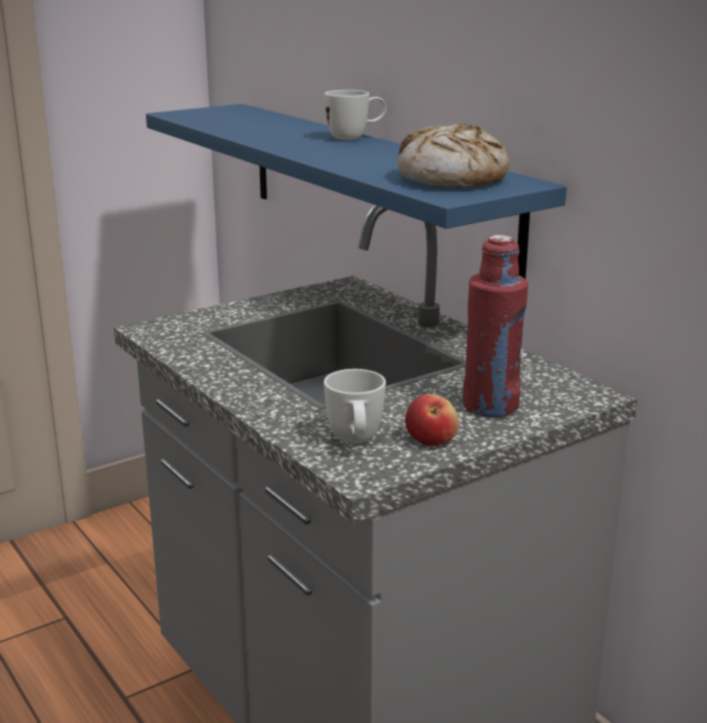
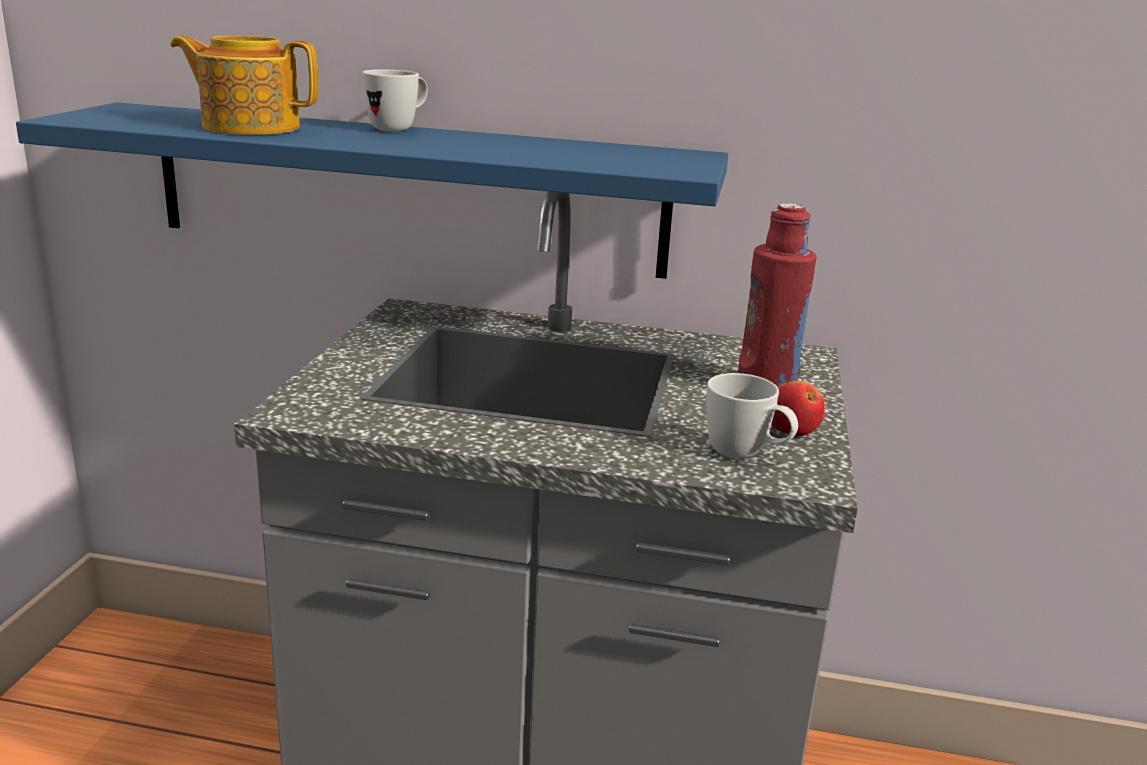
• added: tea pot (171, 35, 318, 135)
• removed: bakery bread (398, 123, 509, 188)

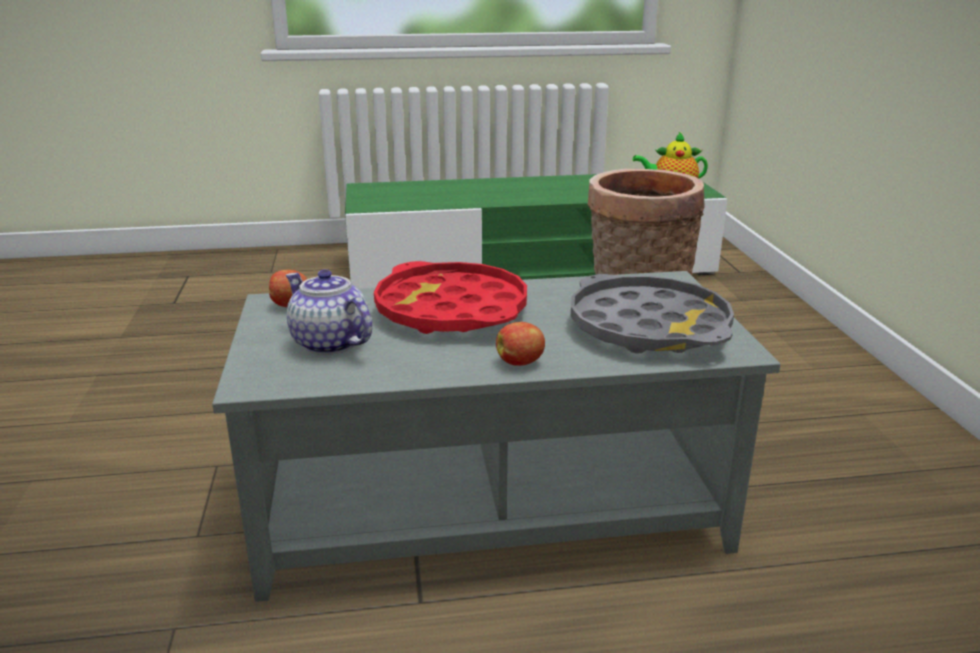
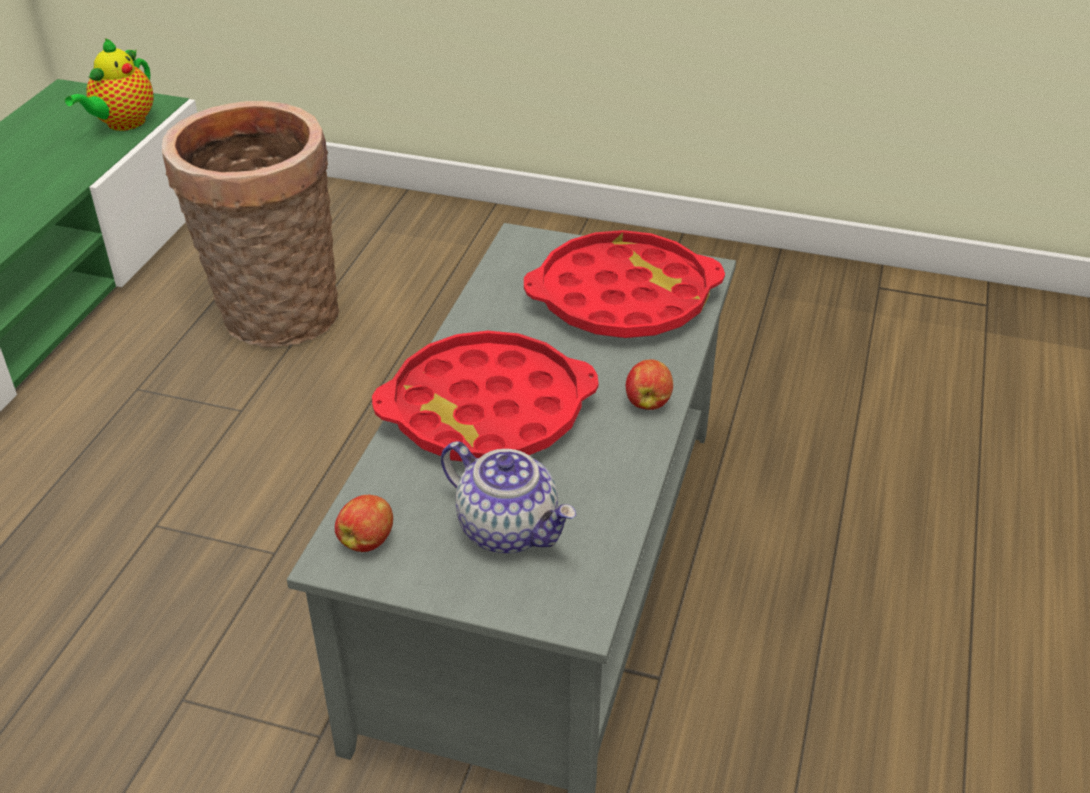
• turned: tea pot (286, 269, 372, 355) = (441, 441, 576, 553) 120 degrees counterclockwise
• recoloured: greyish carrying tray (571, 274, 734, 353) to red-coloured carrying tray (524, 230, 725, 338)

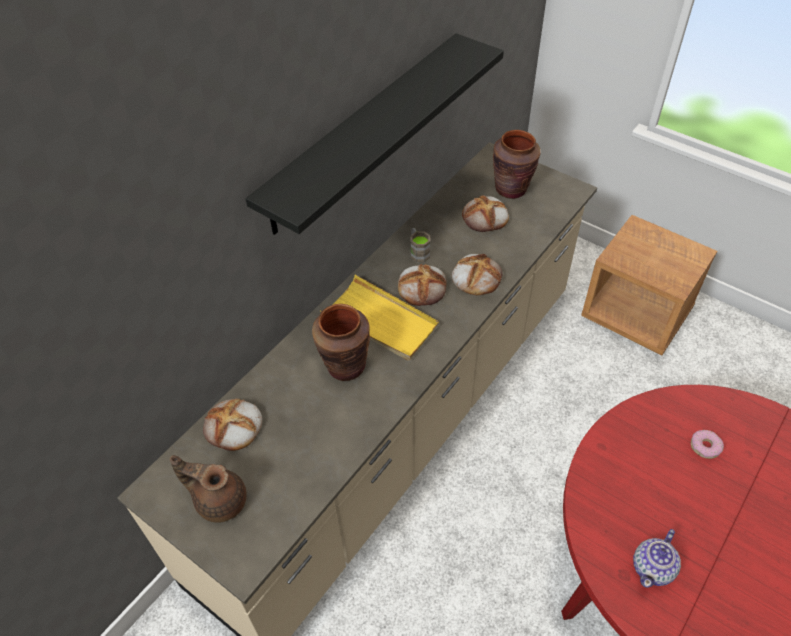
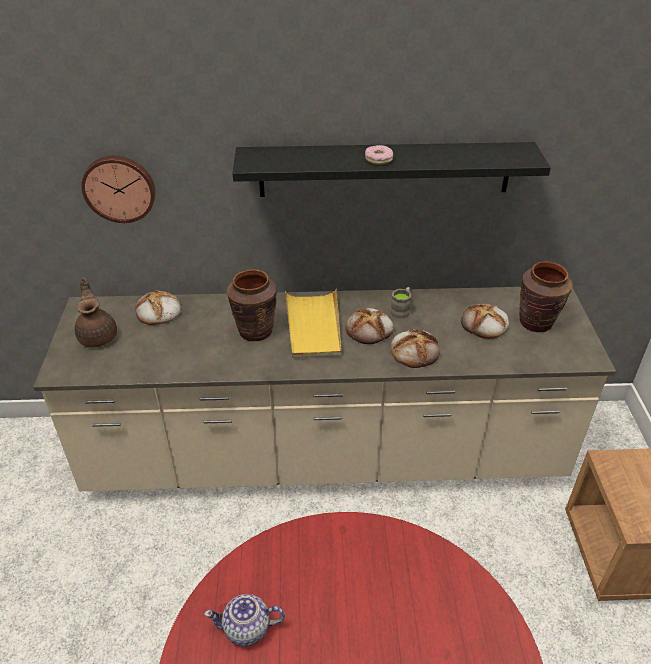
• added: wall clock (81, 156, 156, 223)
• moved: donut (691, 430, 724, 459) to (365, 145, 393, 165)

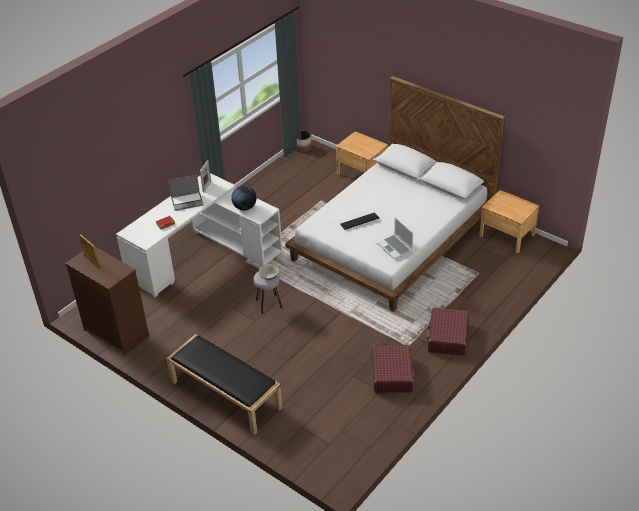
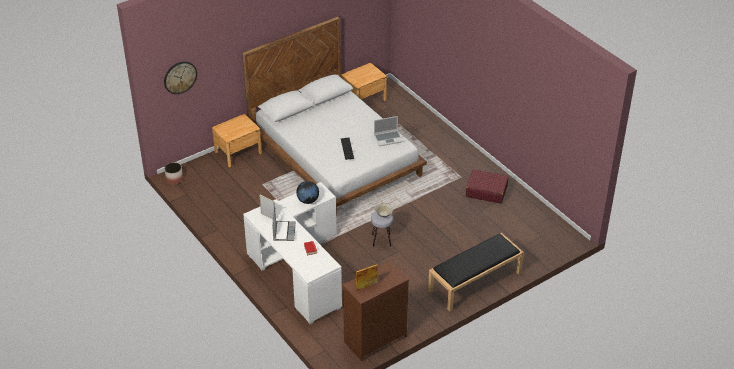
• added: wall clock (164, 61, 197, 94)
• removed: red-coloured travel case (427, 307, 469, 356)

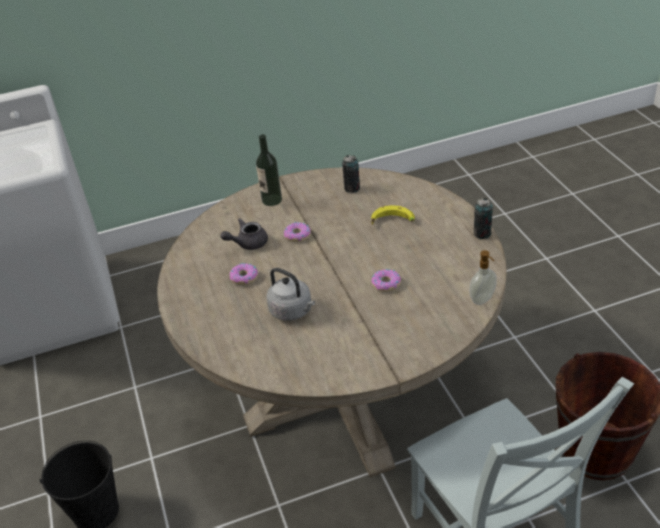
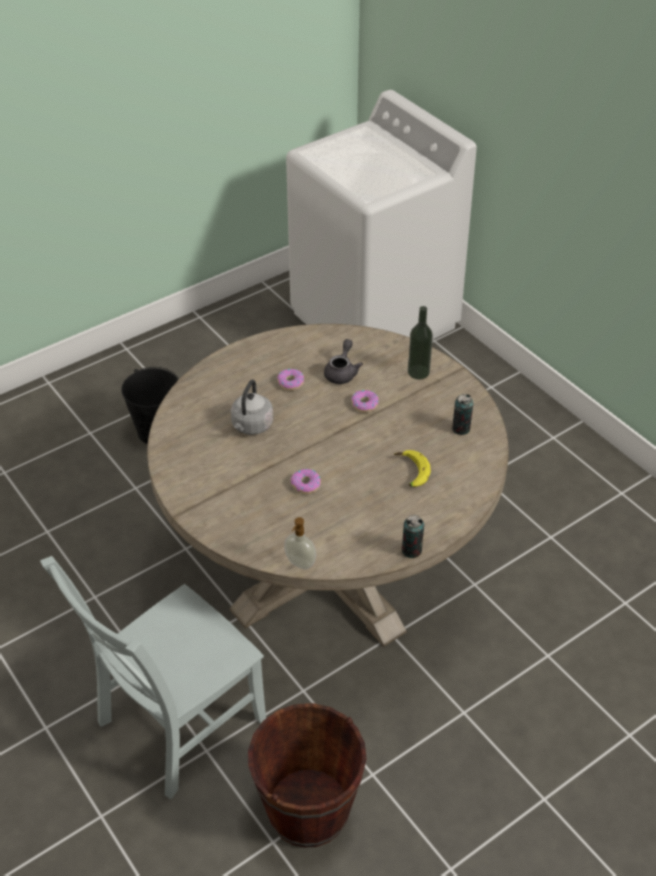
• turned: greyish tea pot (221, 218, 268, 250) = (324, 339, 363, 384) 60 degrees clockwise

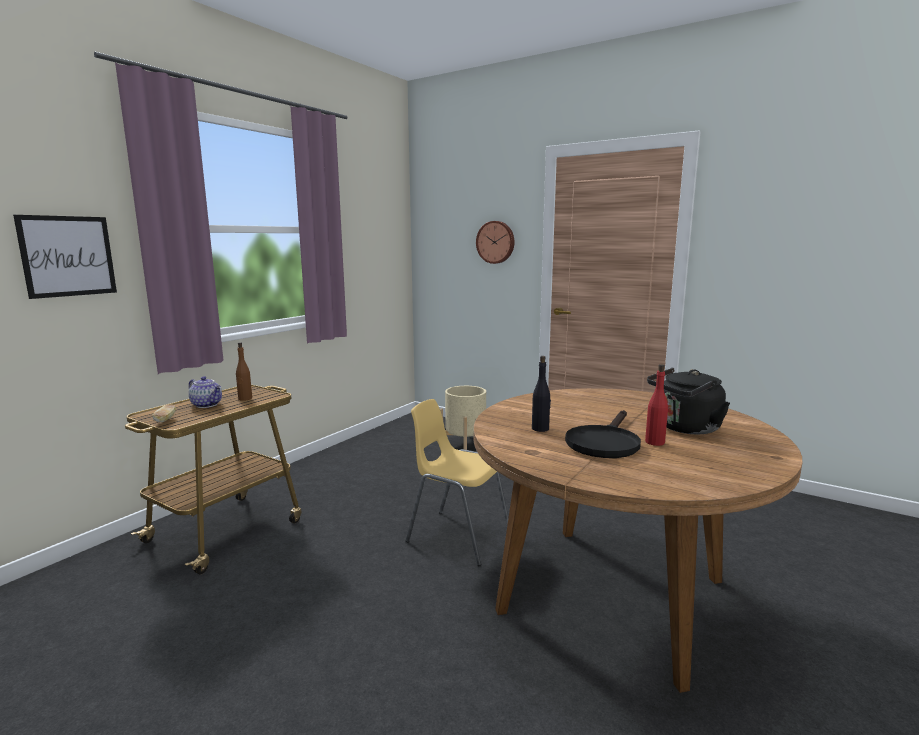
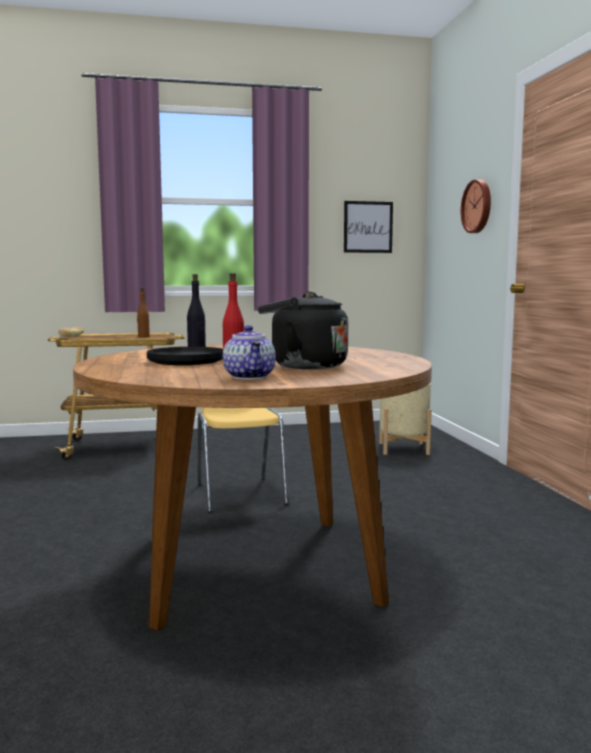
• moved: tea pot (189, 376, 222, 408) to (223, 325, 276, 380)
• moved: wall picture (13, 215, 117, 299) to (344, 201, 393, 253)

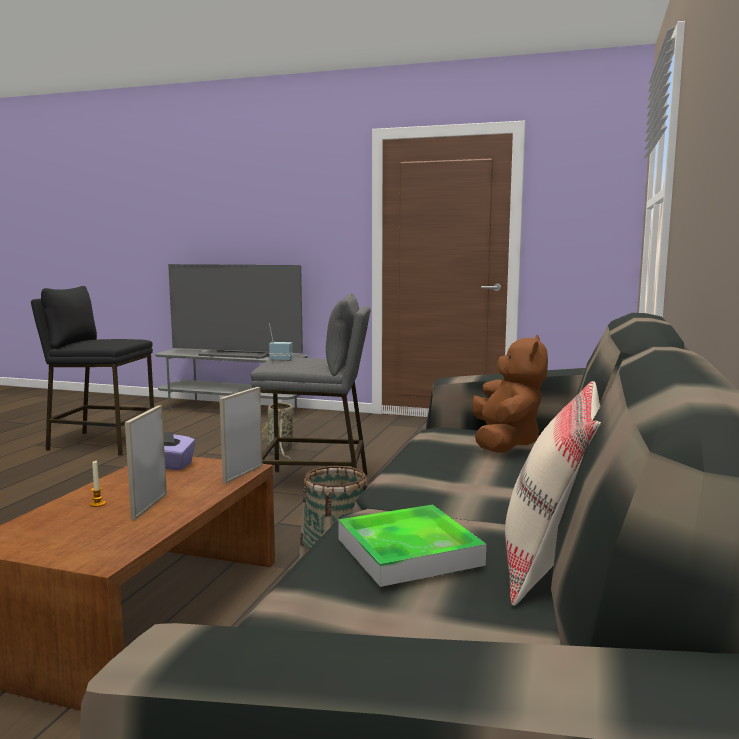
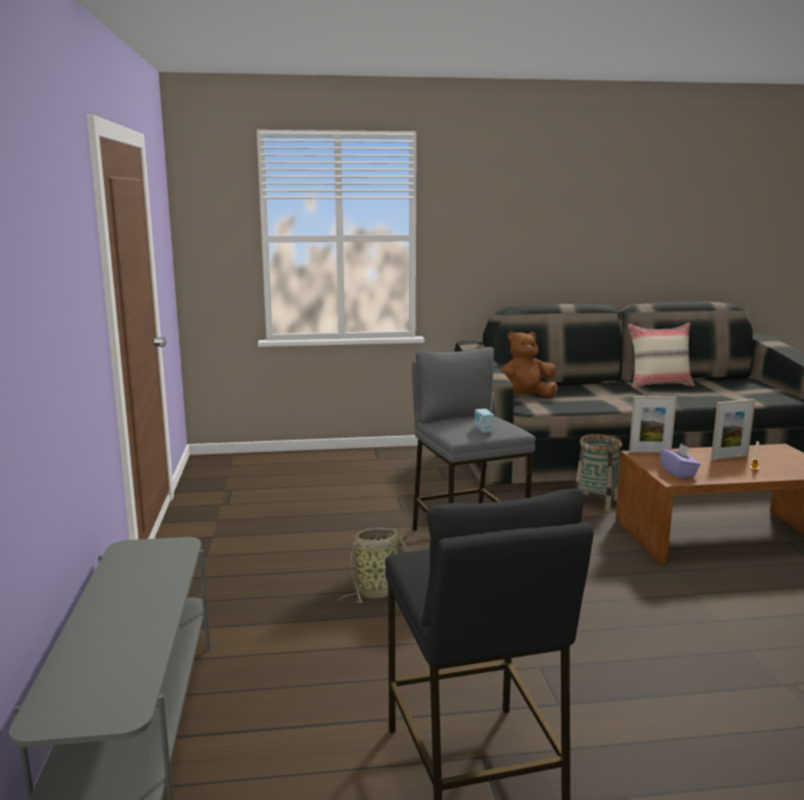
• removed: TV set (168, 264, 303, 359)
• removed: carrying tray (338, 504, 486, 587)

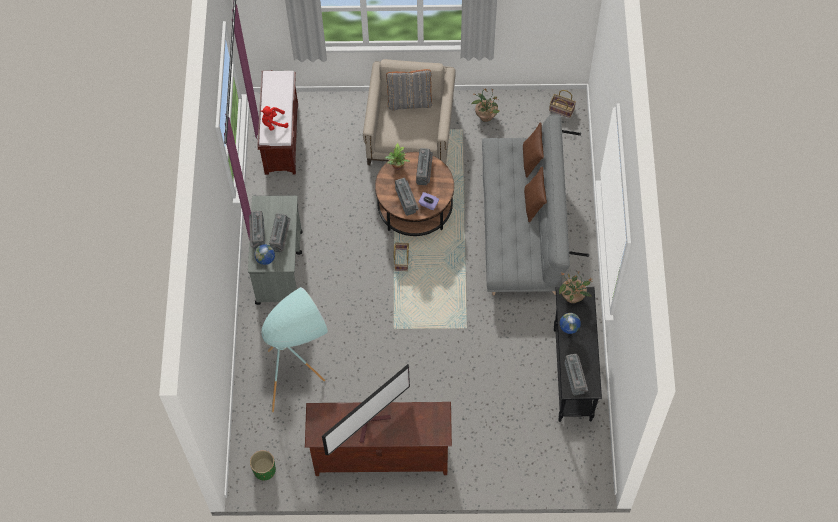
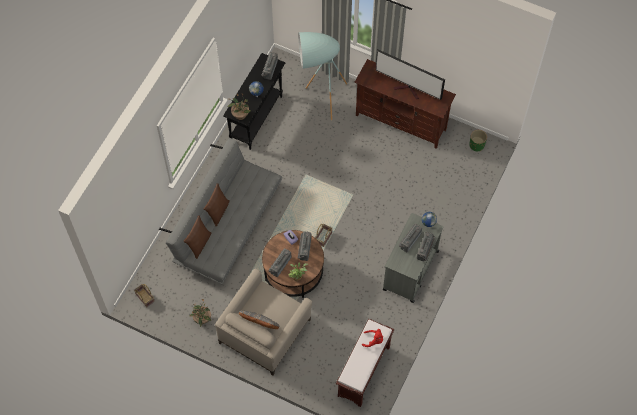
• moved: turquoise-coloured standard lamp (261, 287, 328, 412) to (298, 32, 347, 120)
• turned: TV set (322, 364, 410, 455) = (376, 49, 445, 100) 135 degrees counterclockwise

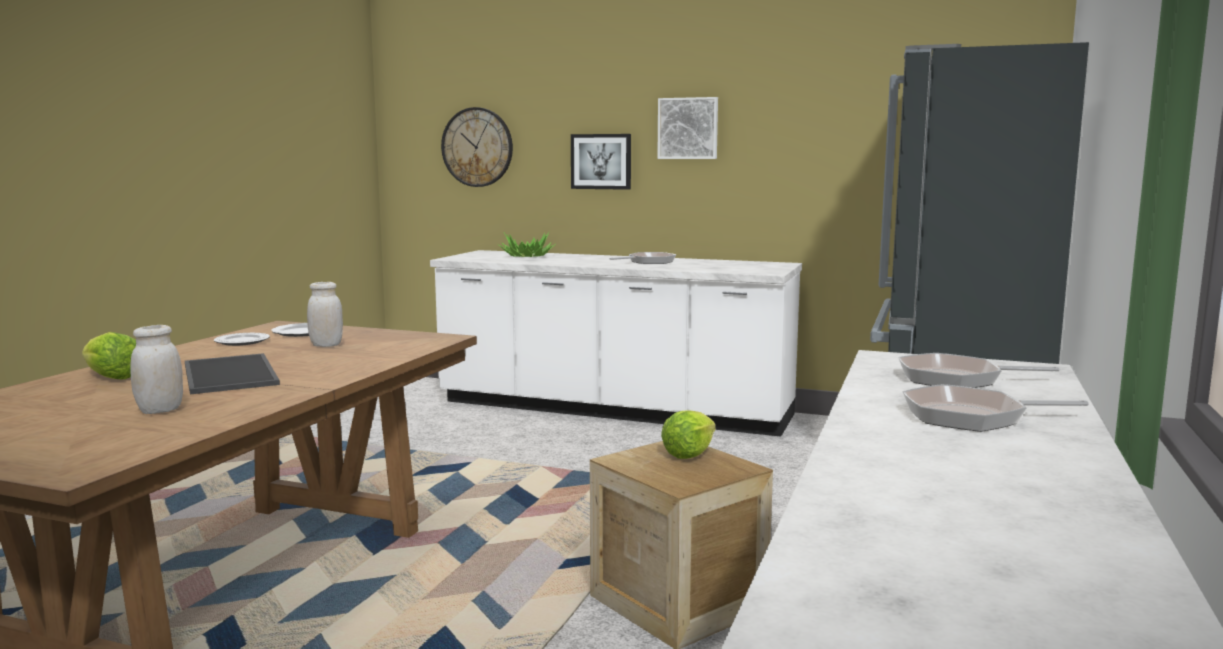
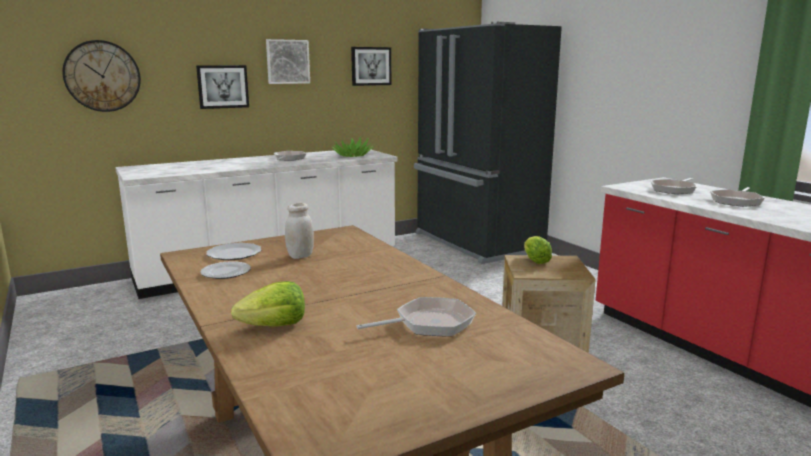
• moved: plant in a pot (498, 231, 556, 257) to (332, 137, 372, 157)
• added: wall picture (351, 47, 391, 86)
• replaced: white-coloured storage jar (130, 325, 183, 414) to frying pan (356, 297, 476, 336)
• removed: carrying tray (185, 353, 280, 394)

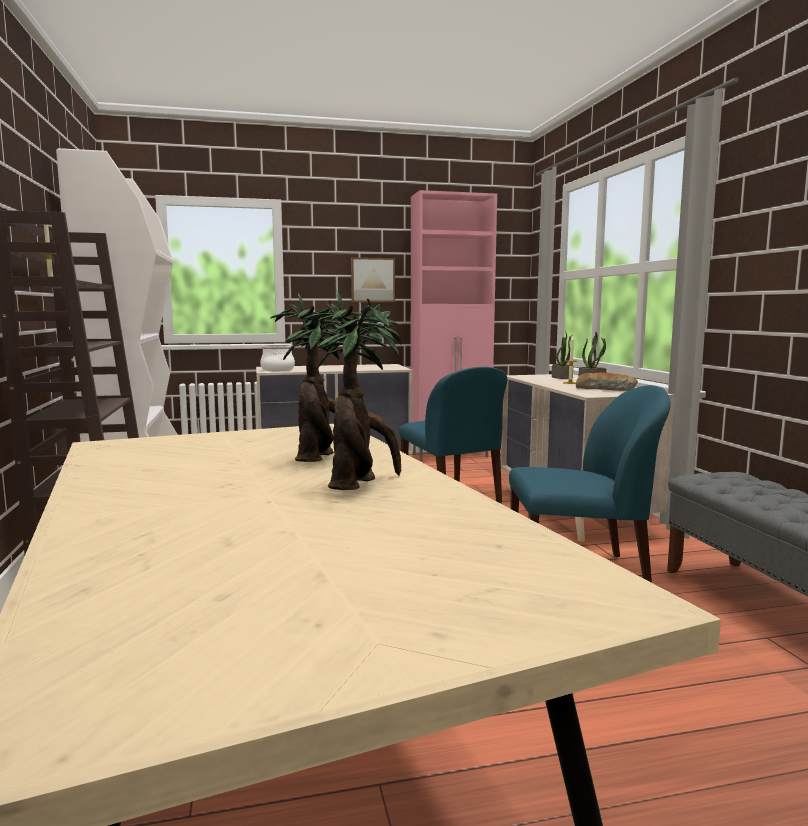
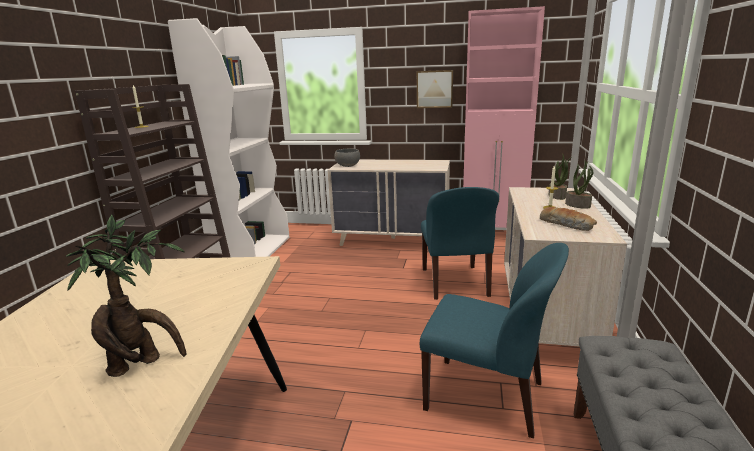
• replaced: cooking pot (260, 345, 295, 371) to greyish bowl (334, 148, 360, 167)
• removed: plant in a pot (270, 293, 347, 462)

